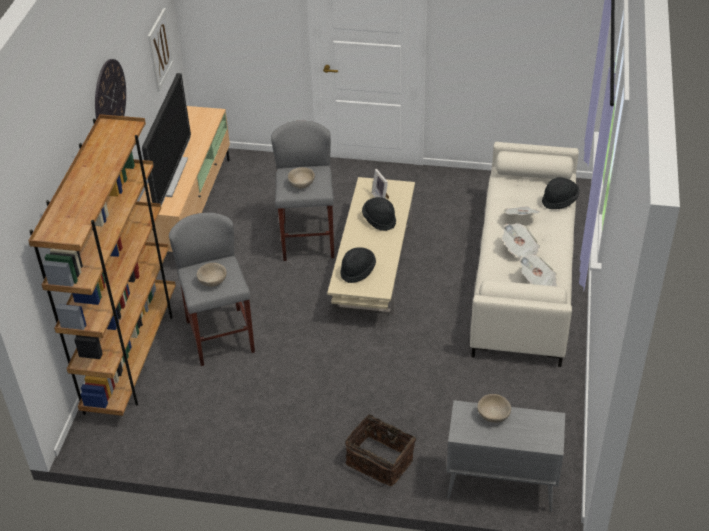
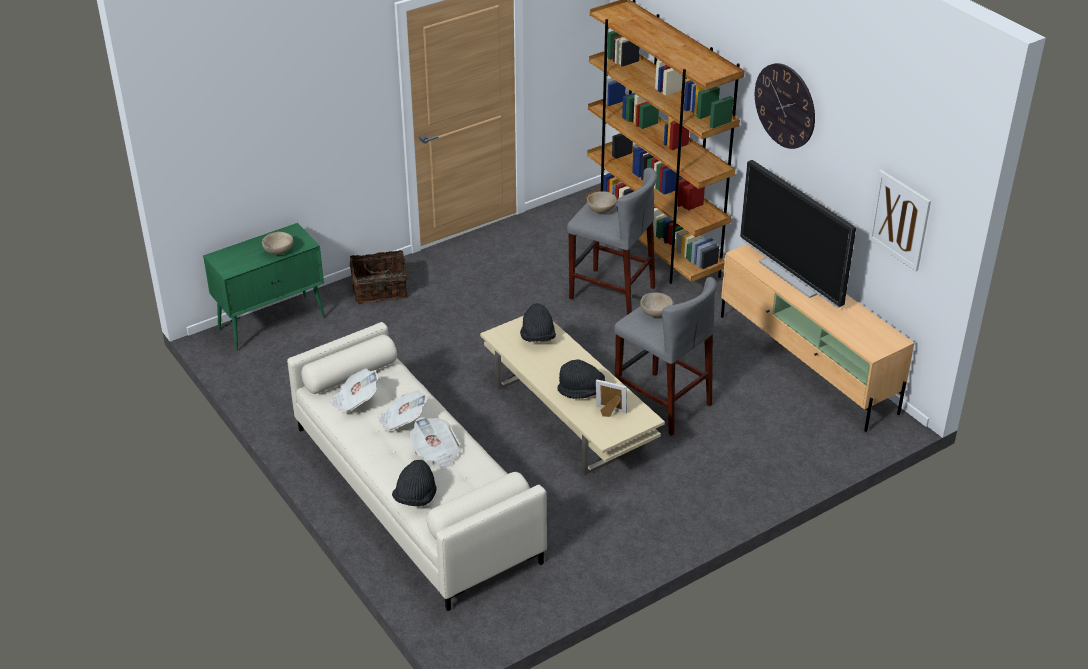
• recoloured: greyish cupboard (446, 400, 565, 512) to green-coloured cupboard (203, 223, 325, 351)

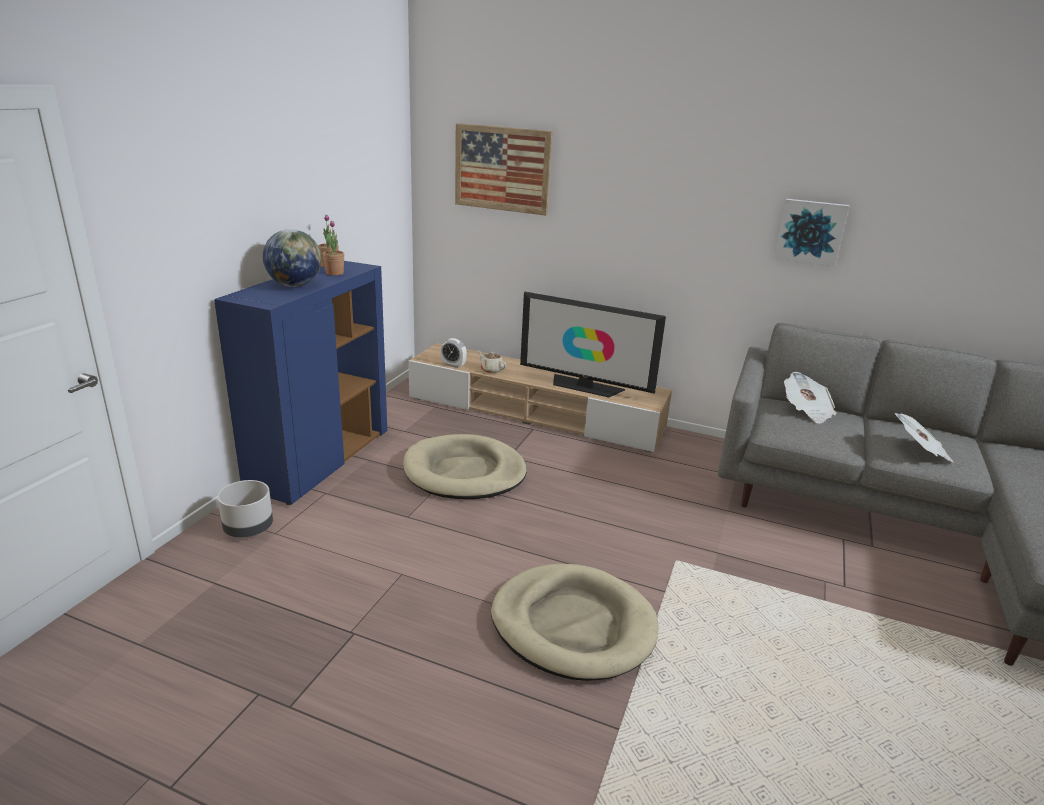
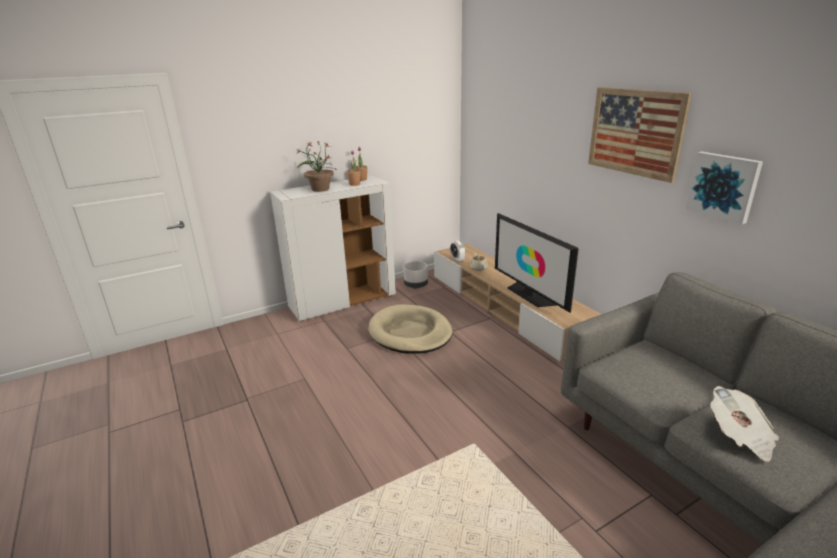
• recoloured: blue cupboard (214, 261, 387, 505) to white-coloured cupboard (270, 176, 396, 321)
• replaced: globe (263, 229, 322, 287) to plant in a pot (297, 141, 336, 192)
• moved: greyish planter (217, 480, 273, 537) to (403, 261, 428, 288)
• moved: wall picture (455, 123, 553, 216) to (588, 87, 692, 183)
• removed: beige pet bed (491, 564, 658, 681)
• removed: printed paper (784, 372, 837, 424)

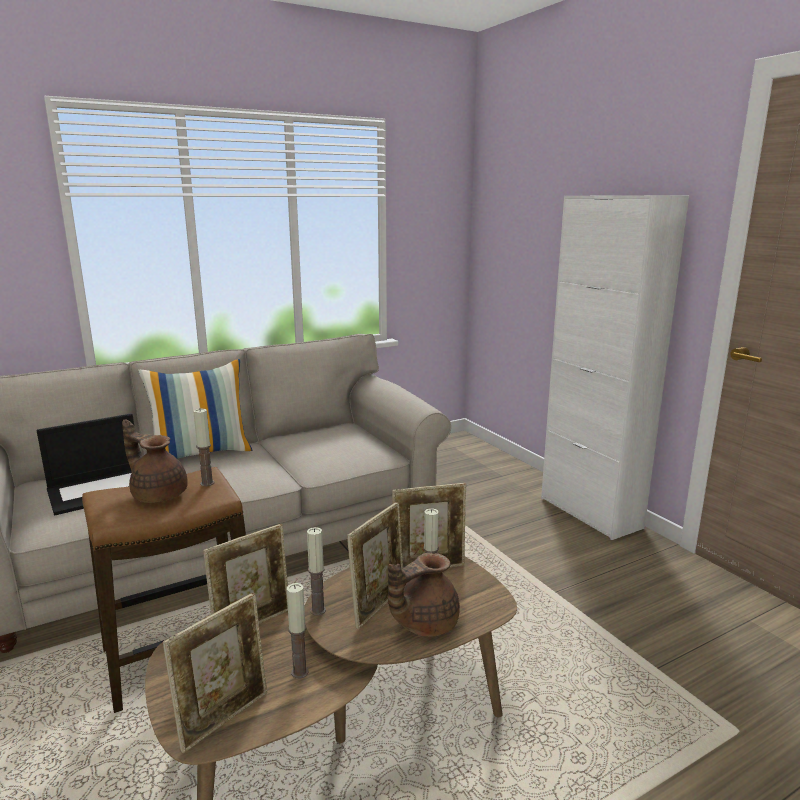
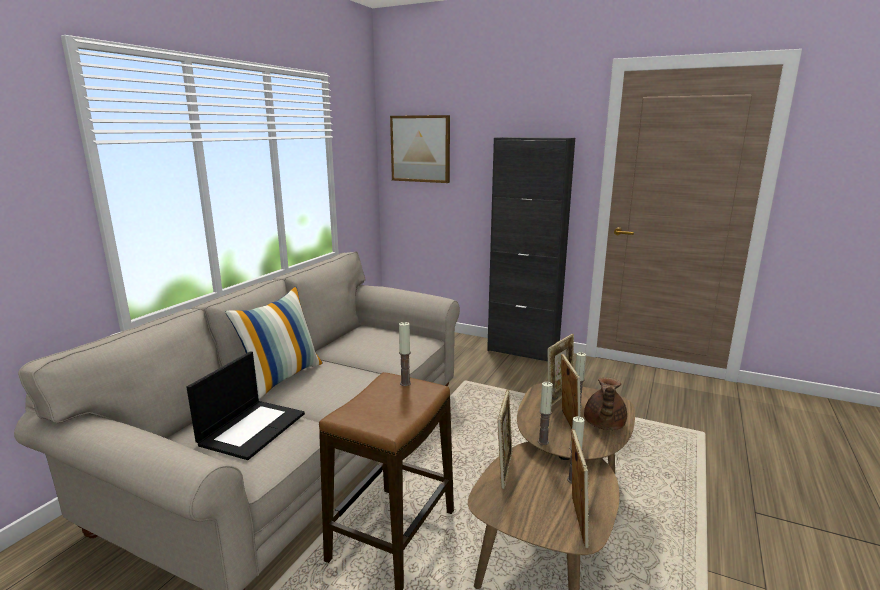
• added: wall picture (390, 115, 450, 183)
• recoloured: white-coloured cupboard (541, 195, 689, 540) to blackish cupboard (487, 137, 575, 361)
• removed: brownish tea pot (122, 419, 188, 503)

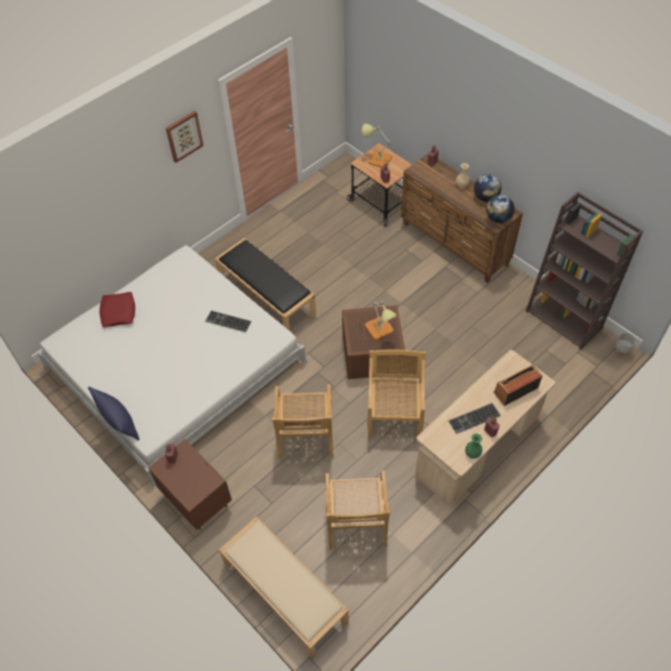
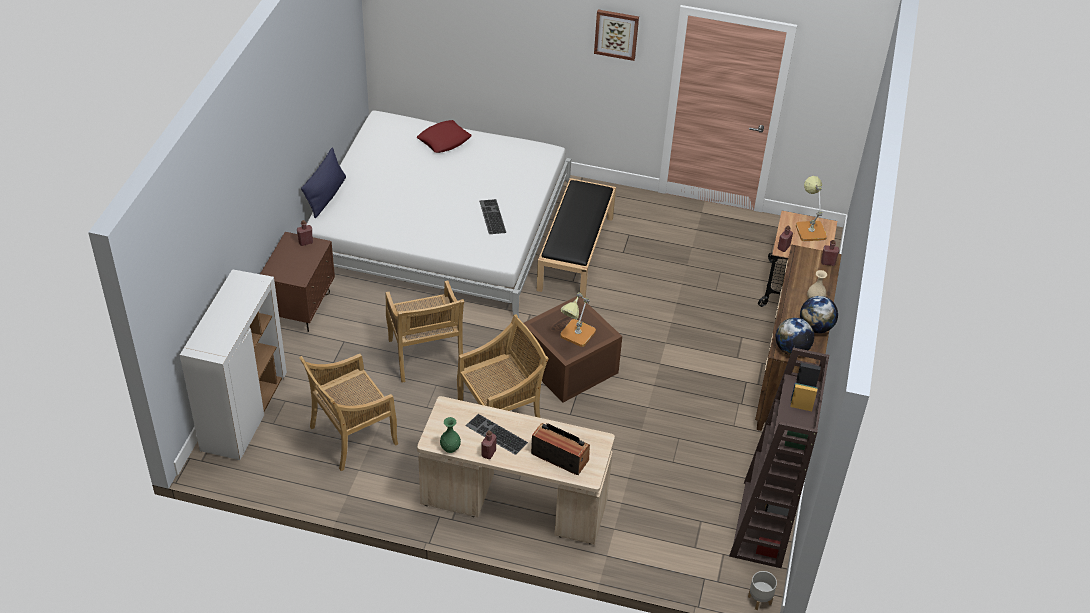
• replaced: beige long seat (219, 516, 349, 660) to white-coloured cupboard (180, 269, 287, 460)
• turned: beige upright chair (272, 384, 333, 459) = (386, 281, 464, 383) 75 degrees counterclockwise

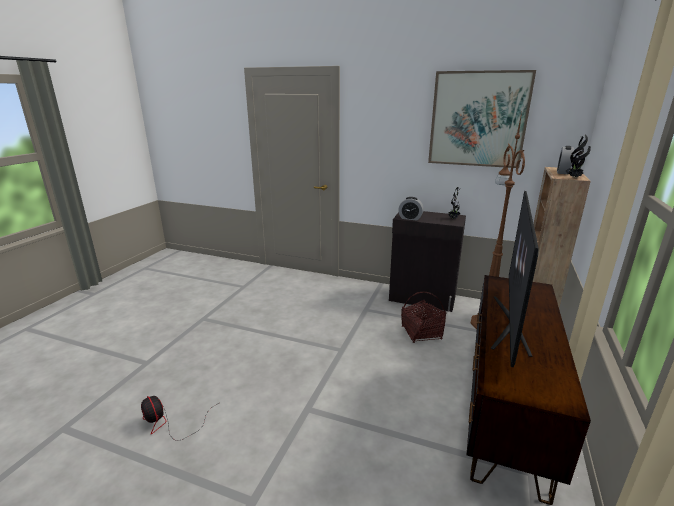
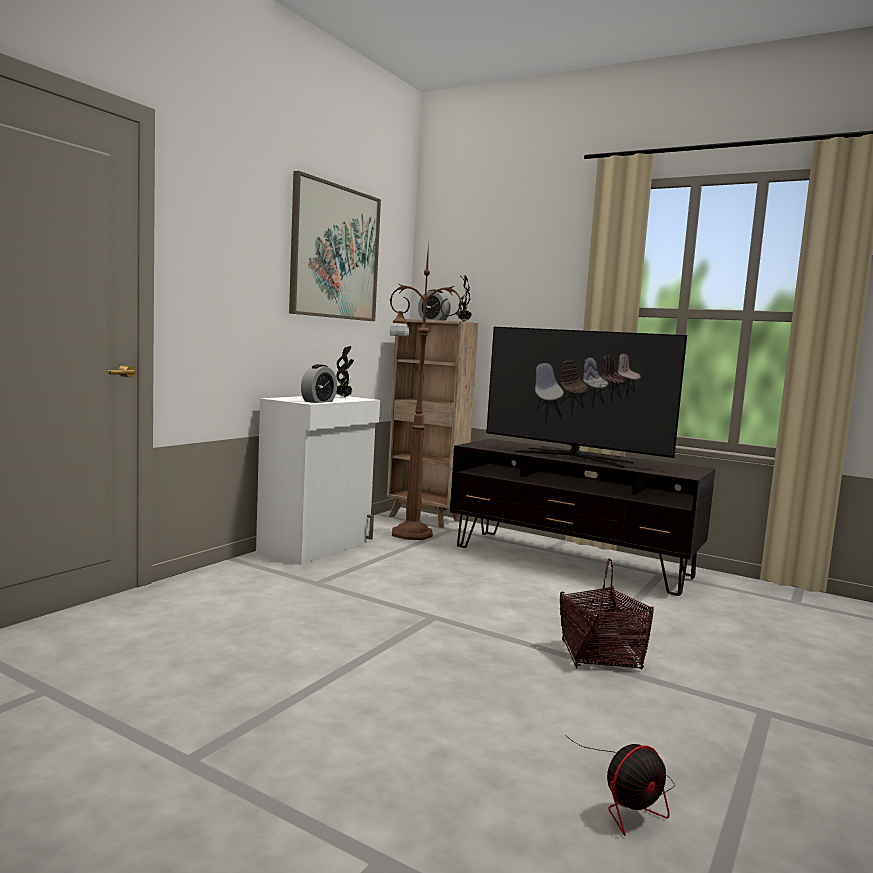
• recoloured: blackish cupboard (389, 211, 466, 312) to white-coloured cupboard (256, 395, 380, 565)
• moved: household basket (401, 292, 446, 343) to (560, 558, 654, 670)

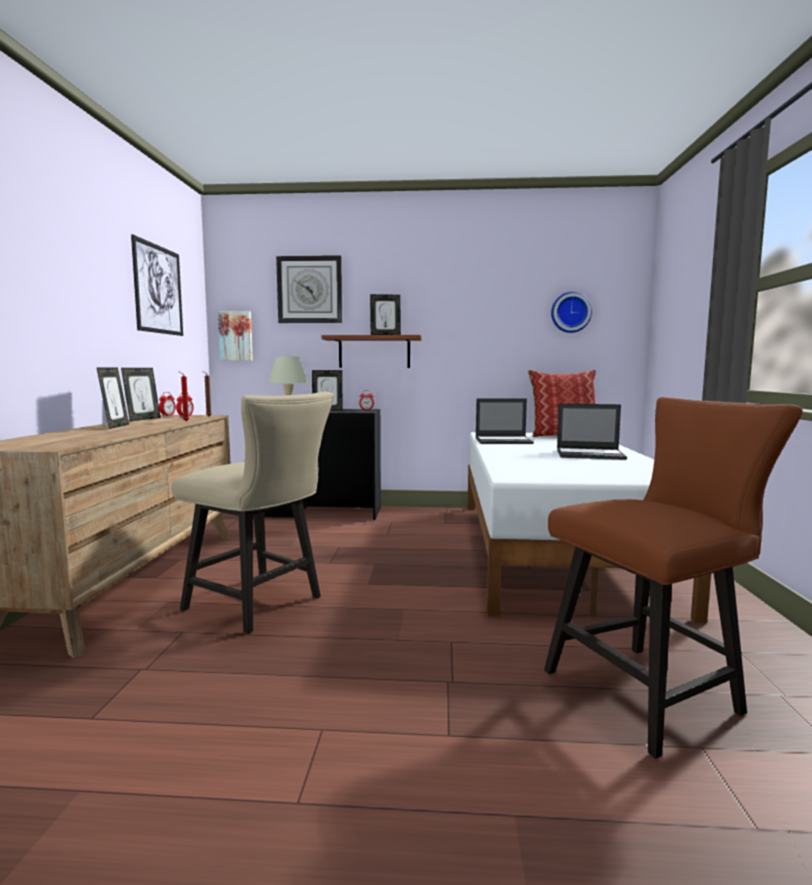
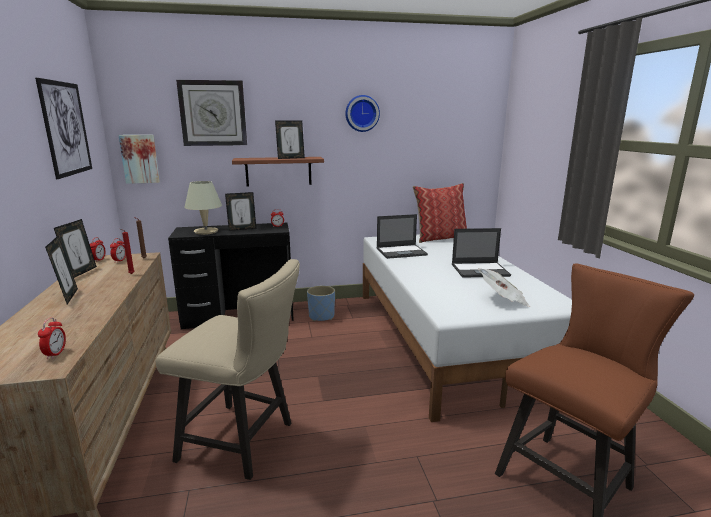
• added: table clock (38, 317, 66, 359)
• added: blue planter (307, 286, 335, 321)
• moved: wall clock (551, 292, 592, 333) to (345, 95, 380, 132)
• added: printed paper (478, 268, 530, 307)

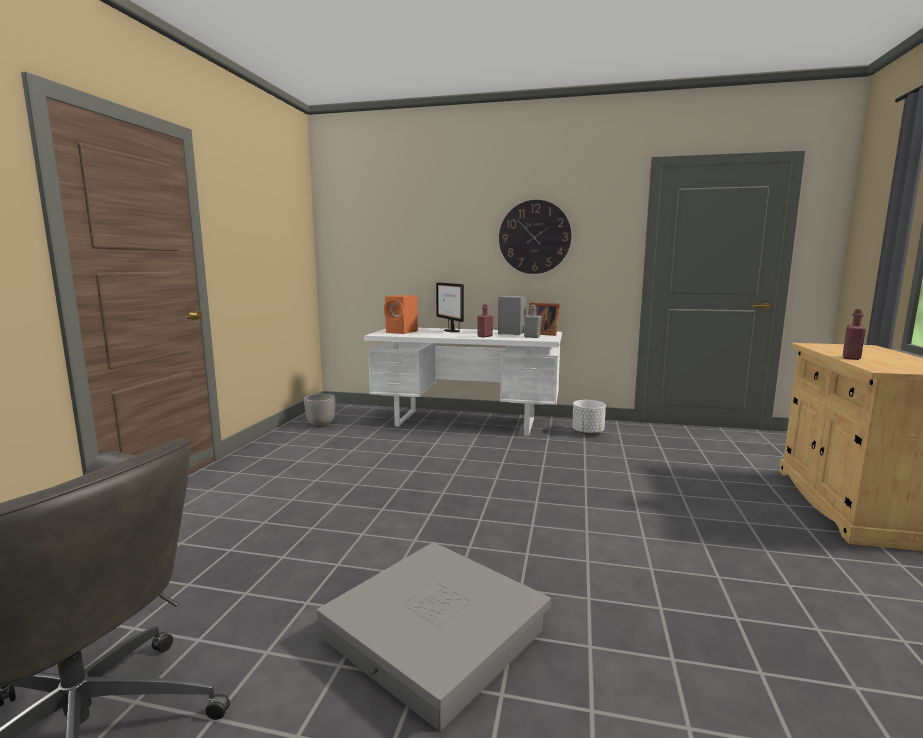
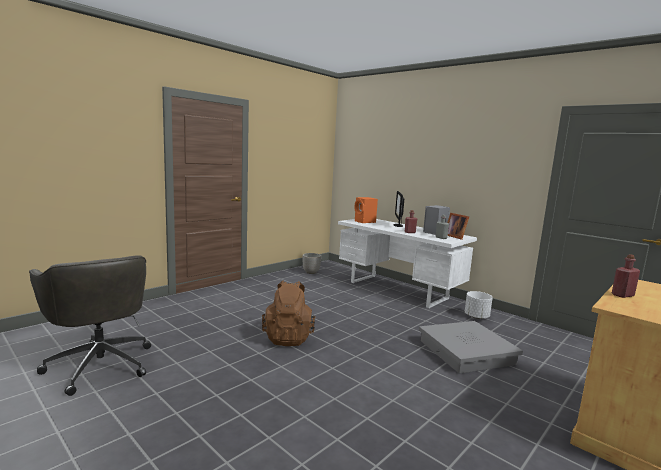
• added: brownish rucksack (262, 281, 315, 346)
• moved: greyish storage box (317, 542, 551, 731) to (419, 321, 523, 374)
• removed: wall clock (499, 200, 571, 274)

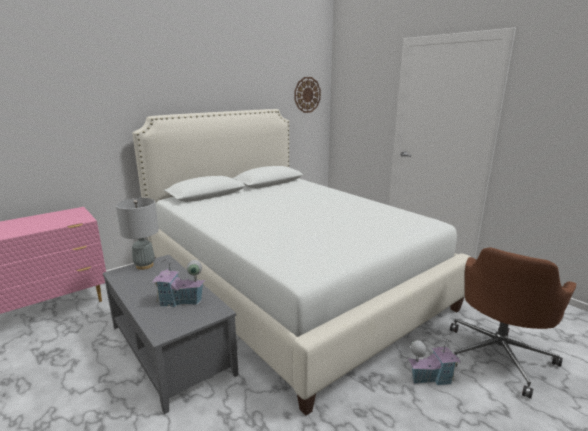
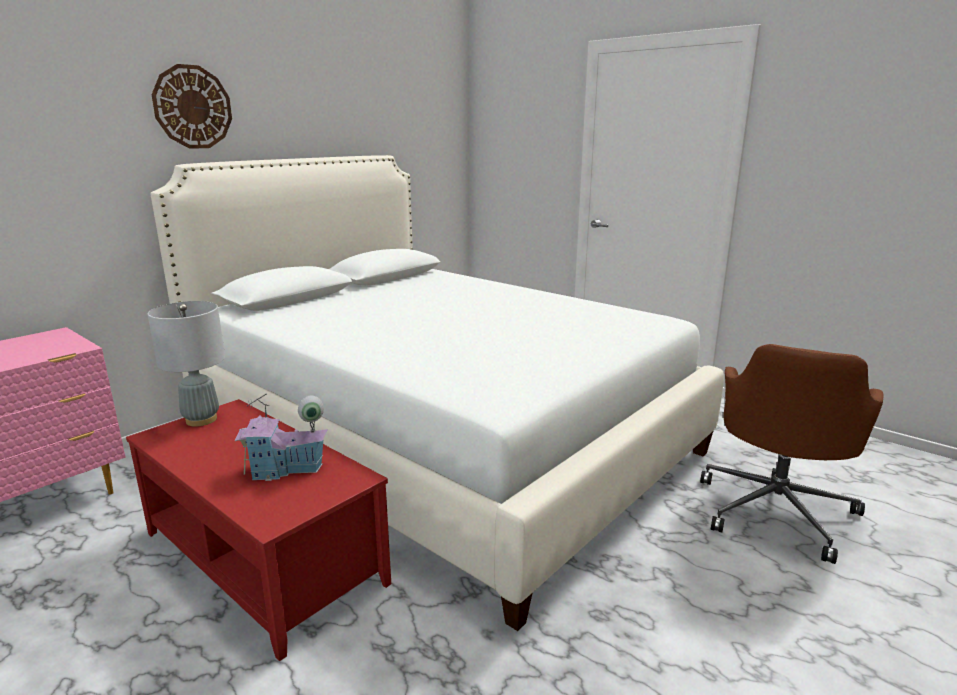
• recoloured: greyish low table (103, 255, 238, 414) to red-coloured low table (126, 399, 391, 661)
• moved: wall clock (295, 77, 321, 113) to (152, 64, 232, 149)
• removed: toy house (408, 337, 461, 386)

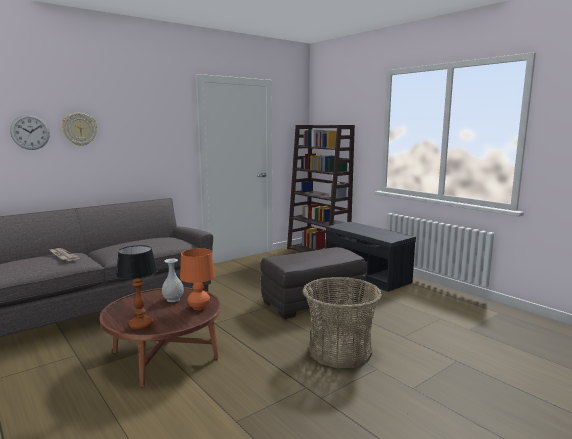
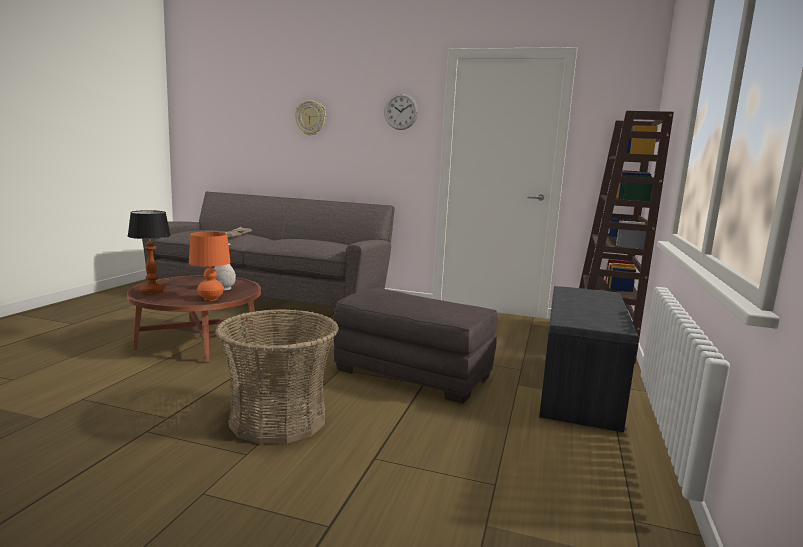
• moved: wall clock (10, 115, 50, 150) to (384, 93, 418, 130)

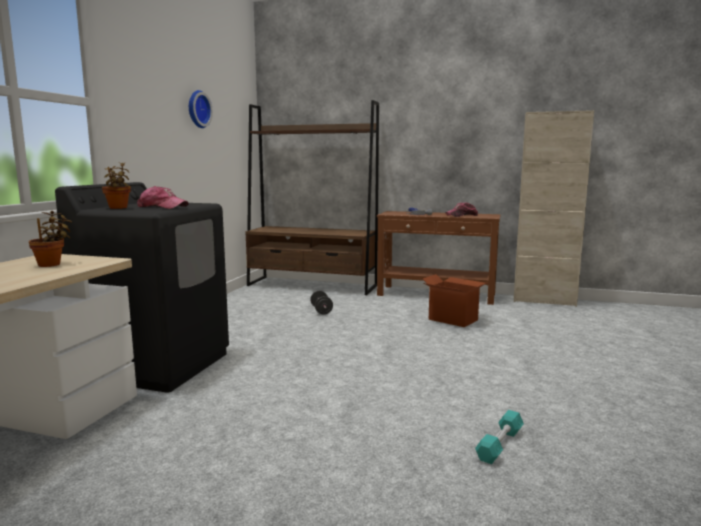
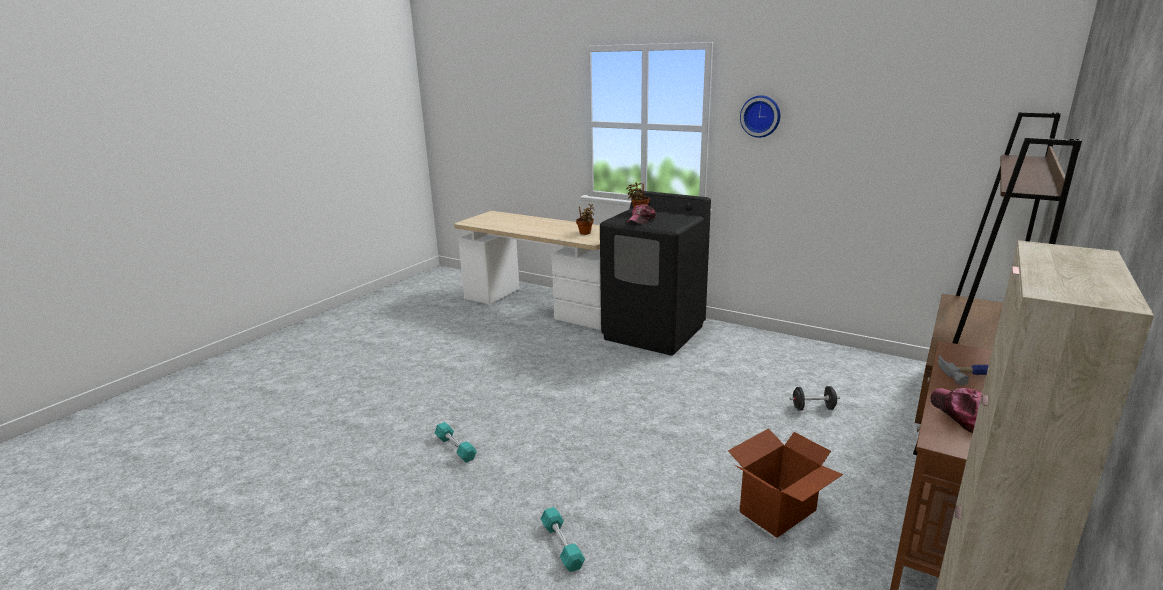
• added: turquoise-coloured free weight (541, 507, 585, 572)
• moved: wall clock (189, 90, 213, 128) to (740, 95, 780, 138)

